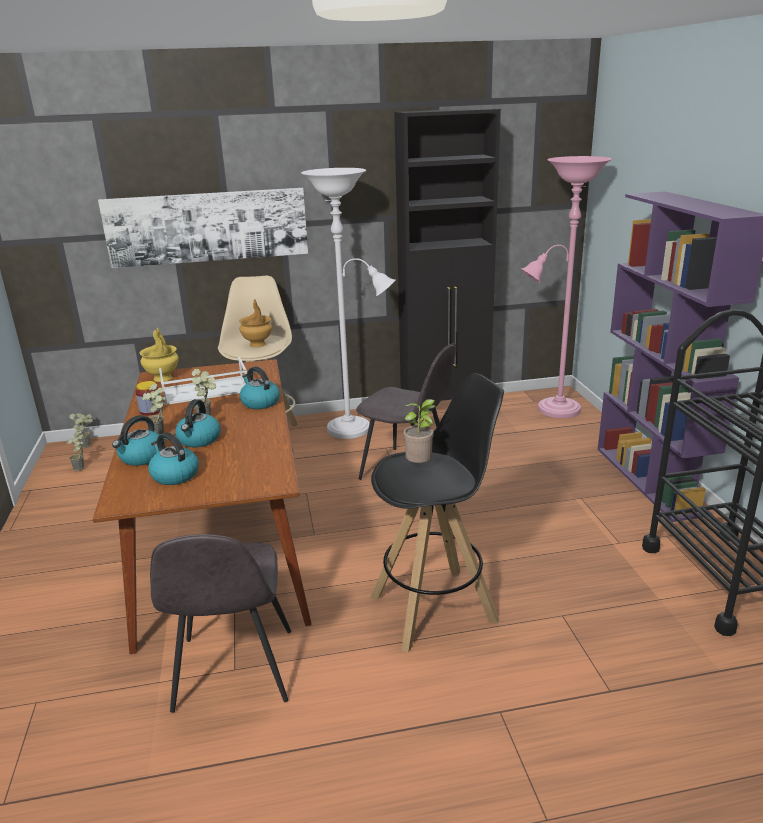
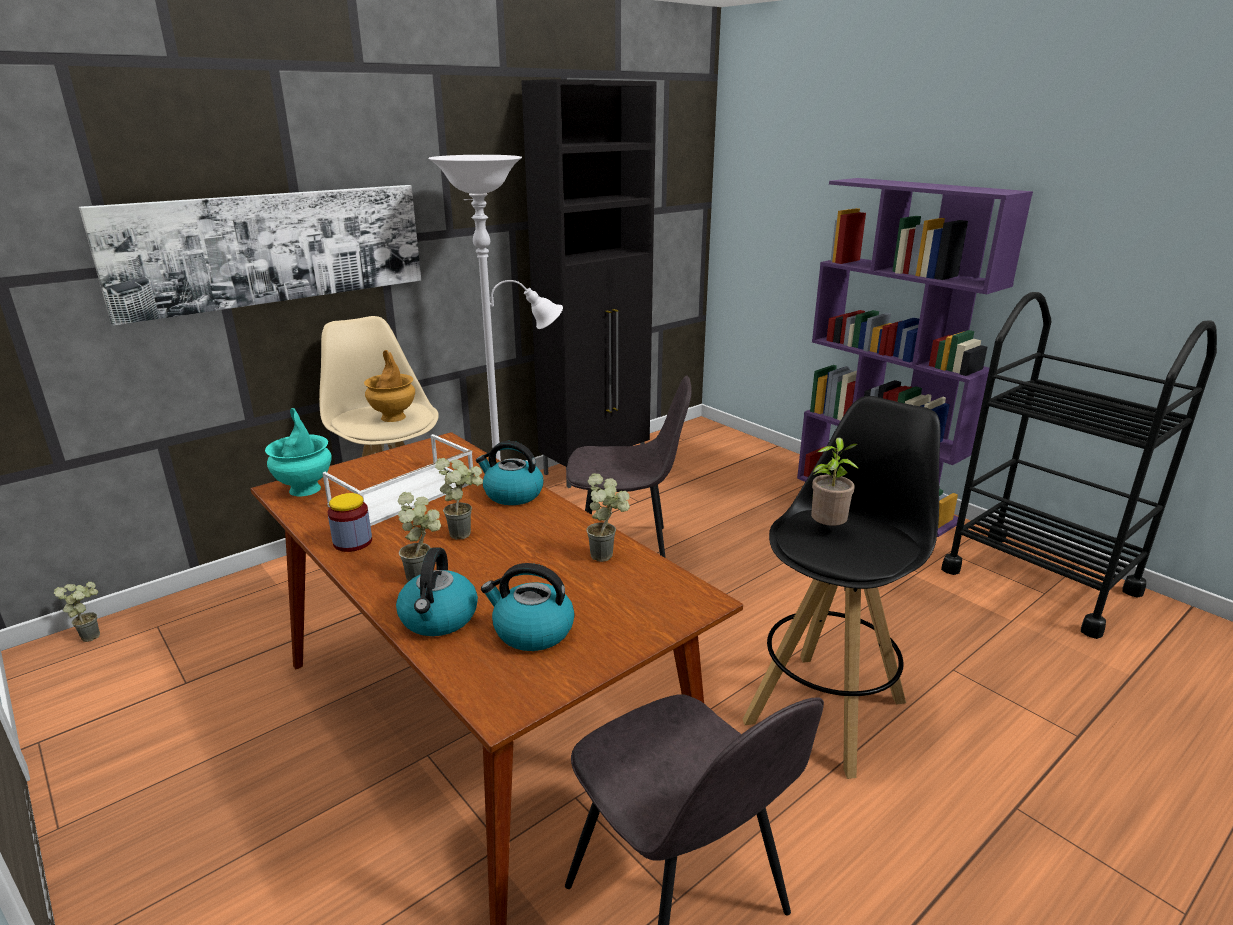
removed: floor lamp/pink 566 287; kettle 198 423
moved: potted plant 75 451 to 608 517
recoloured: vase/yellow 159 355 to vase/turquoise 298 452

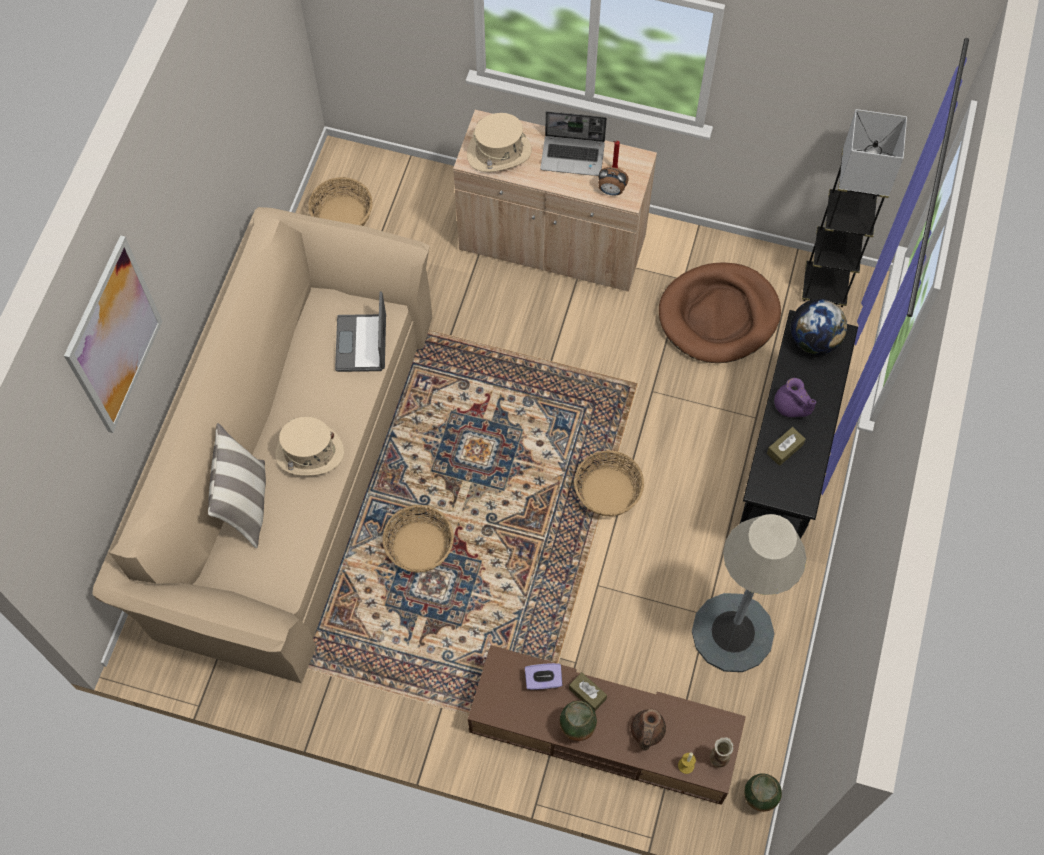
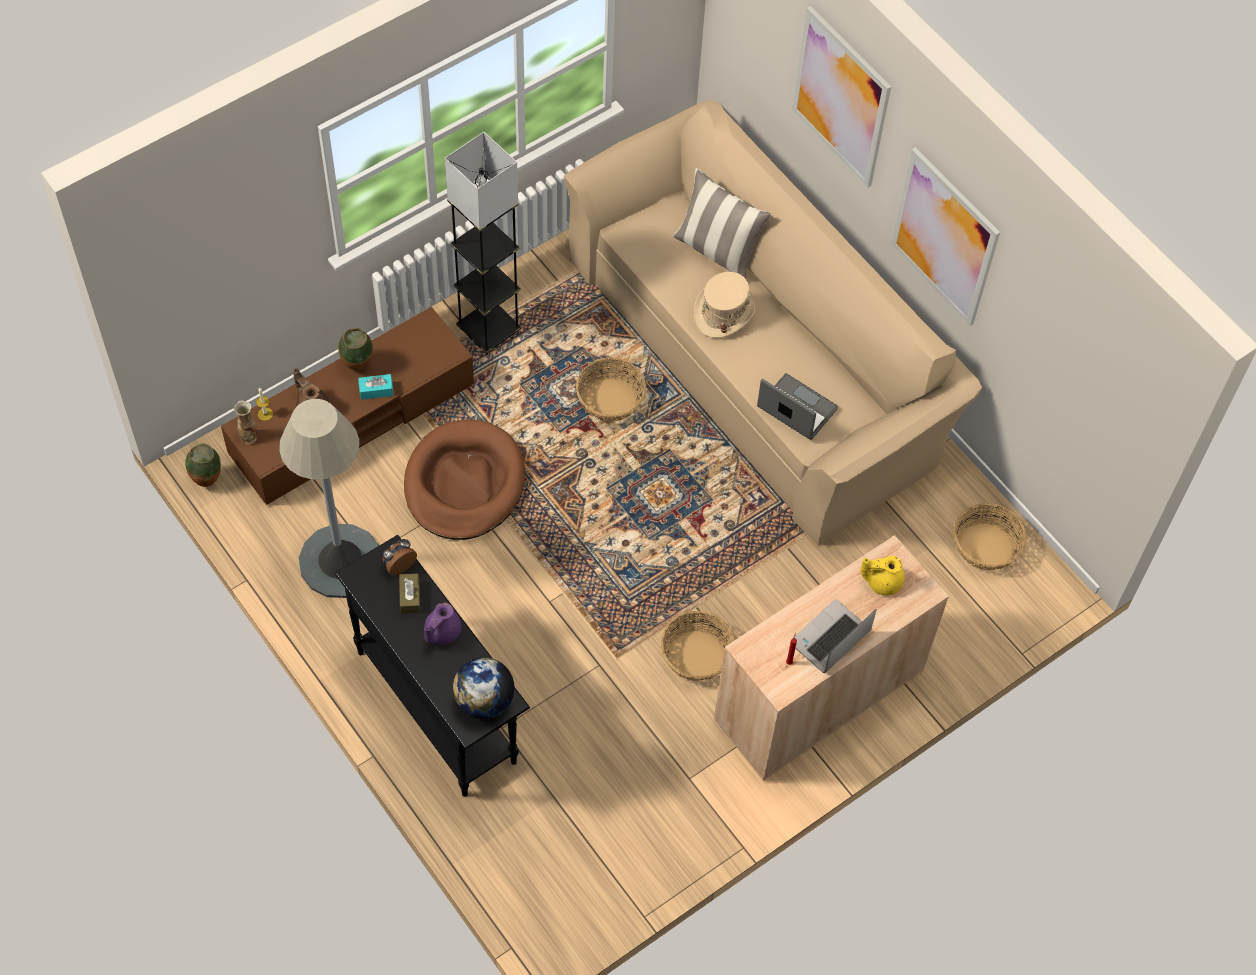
removed: tissue box/purple 543 676
added: picture 945 236
moved: floor lamp/grey 854 208 to 483 243; alarm clock 613 181 to 400 557; dog bed/brown 720 312 to 464 480; basket 609 483 to 698 646
replaced: hat/beige 499 142 to teapot/yellow 882 576
recoloured: tissue box/brown 588 691 to tissue box/turquoise 376 387
turned: teapot/purple 795 397 = 442 623 60 degrees counterclockwise

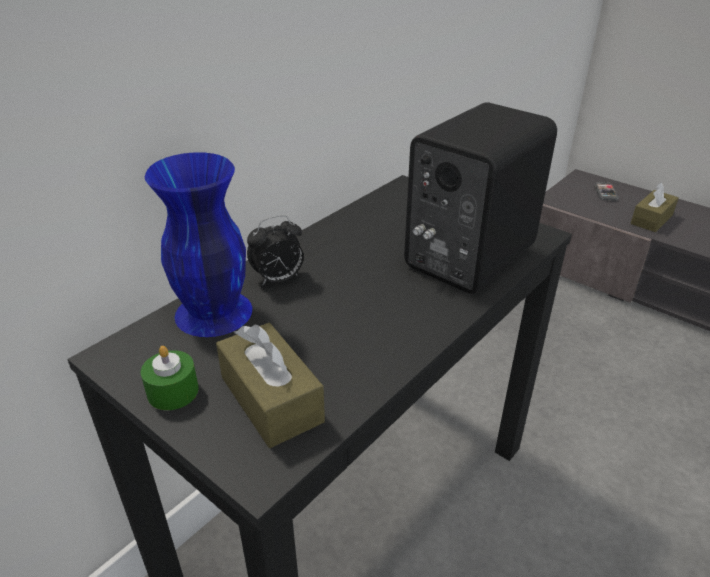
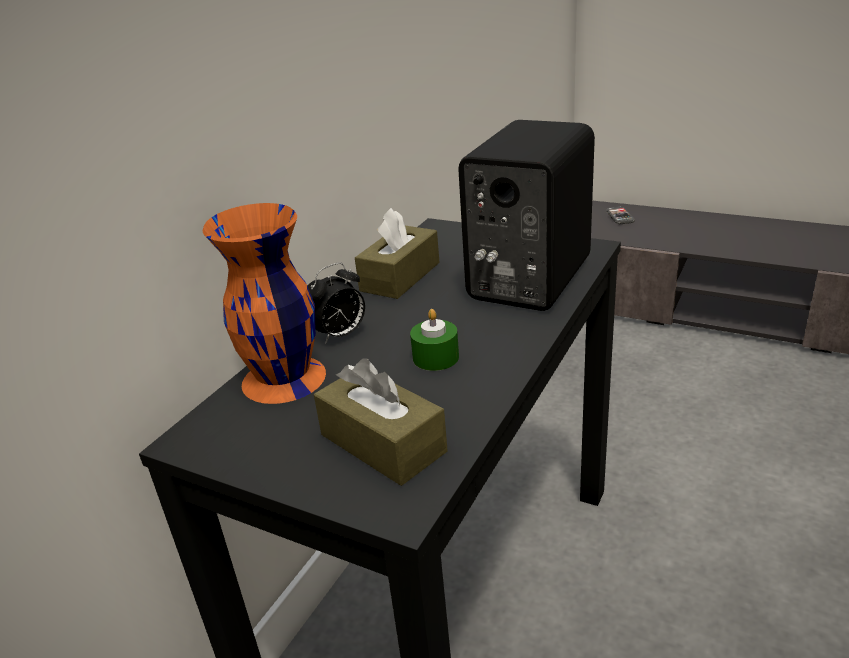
moved: tissue box/brown 655 207 to 397 253; candle/green 170 378 to 434 340
recoloured: vase/blue 198 244 to vase/orange 264 303

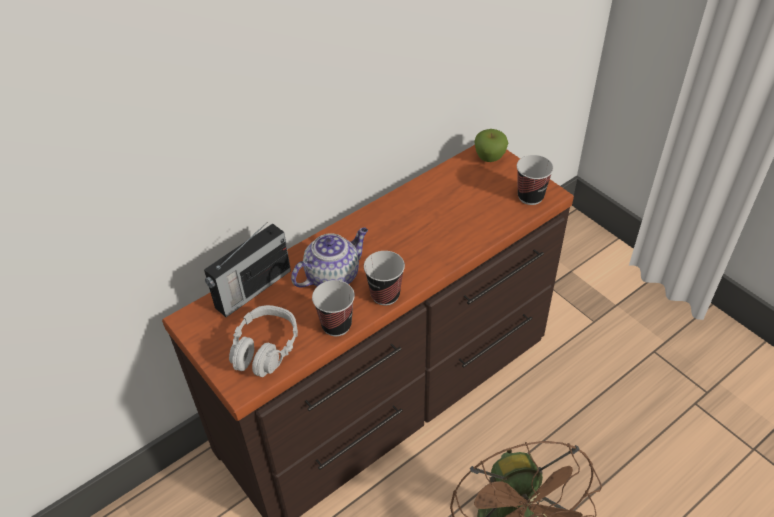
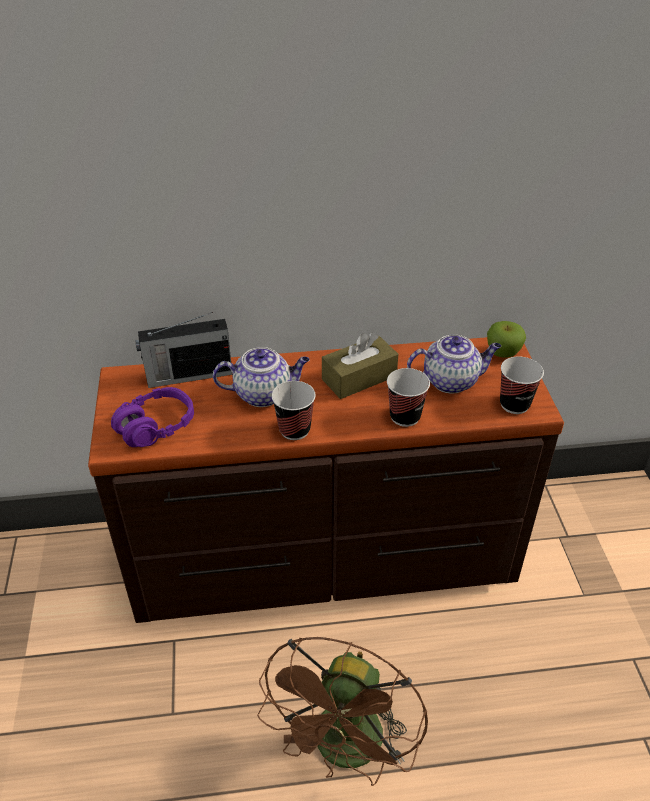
added: tissue box/brown 360 365; teapot 454 364
moved: cup 333 308 to 408 397
recoloured: headphones/grey 263 341 to headphones/purple 152 417

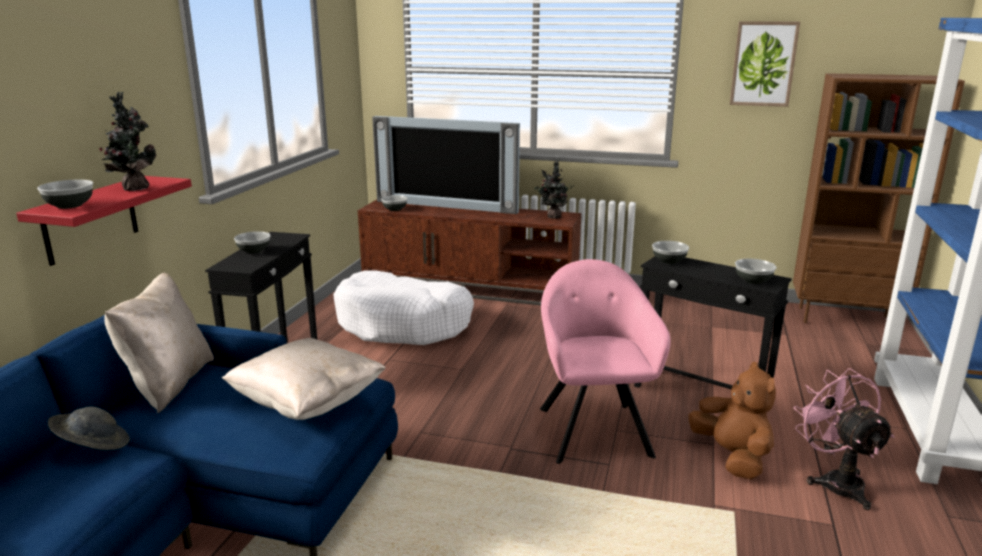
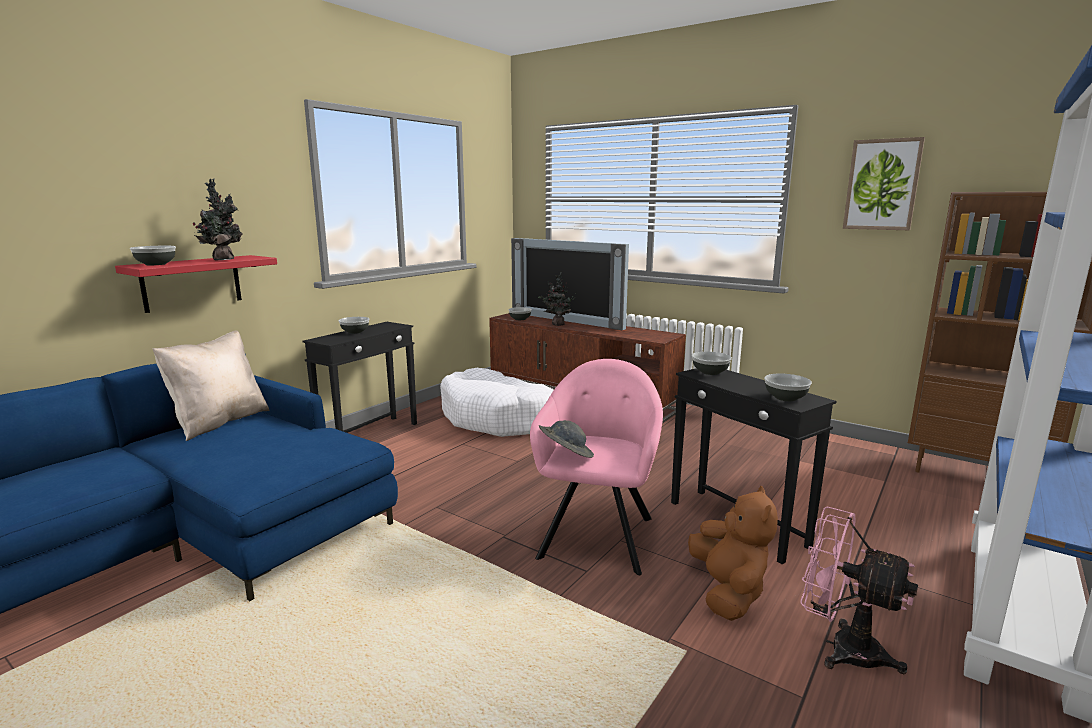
removed: pillow/beige 304 379
moved: potted plant 554 189 to 557 299; hat/grey 89 428 to 566 439
turned: fan/pink 844 439 = 859 590 60 degrees counterclockwise

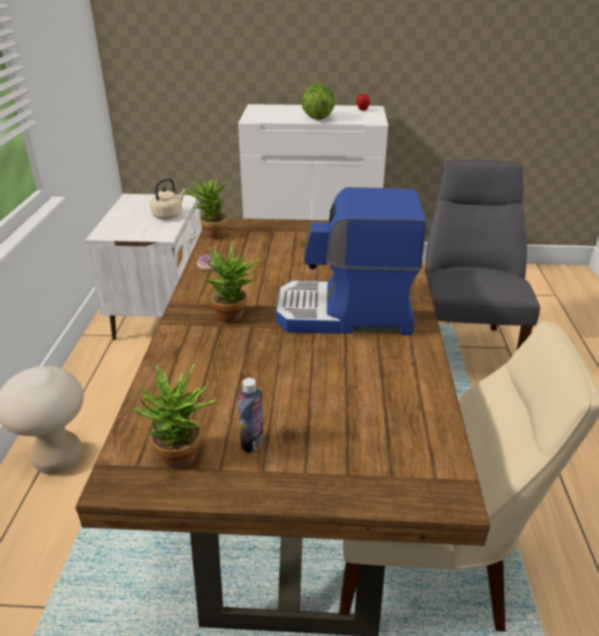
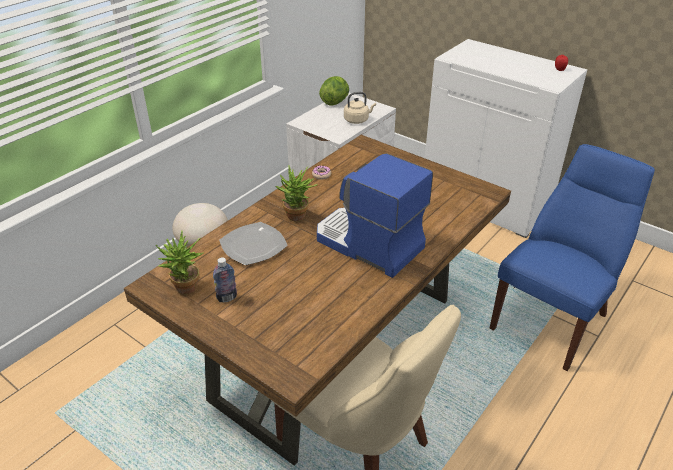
removed: potted plant 205 206
added: plate 253 243
moved: lettuce 318 101 to 334 91
recoloured: chair/grey 482 255 to chair/blue 572 257

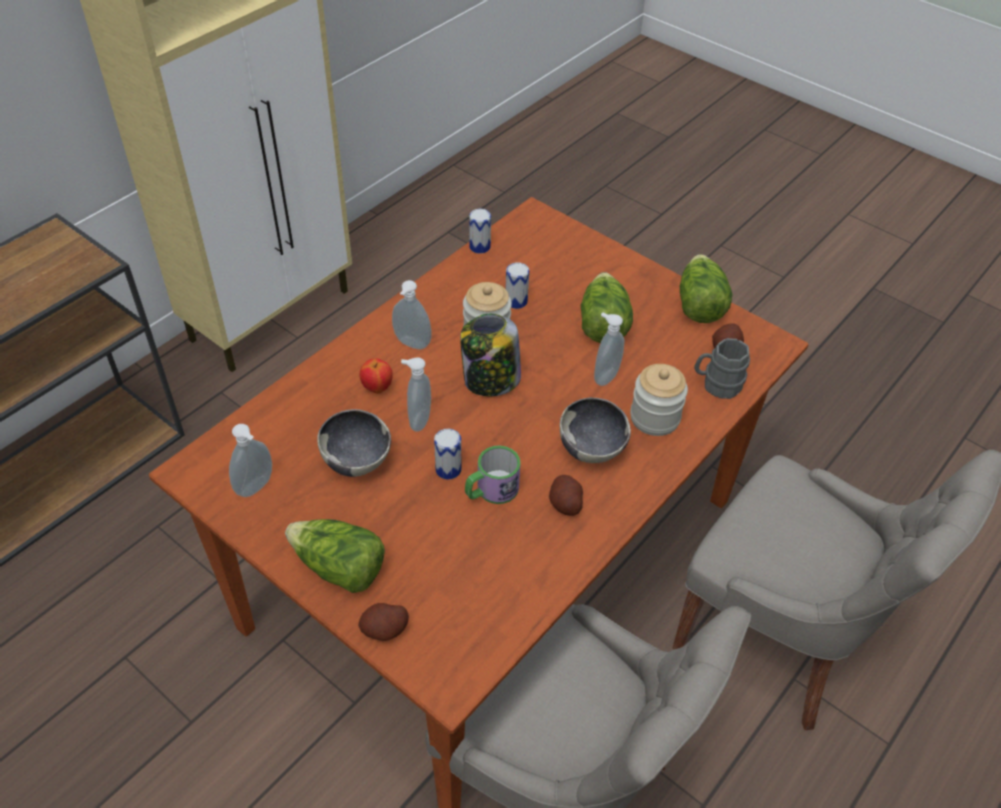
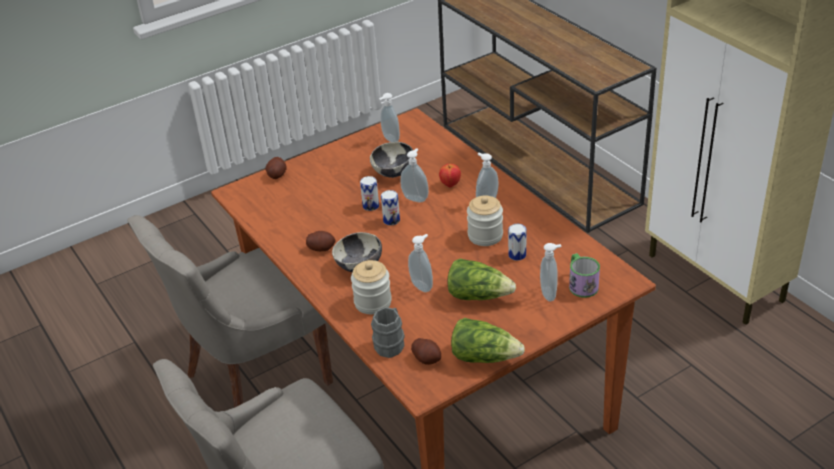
removed: jar 490 355; lettuce 335 556
added: soap dispenser 550 272
moved: can 480 231 to 390 207; mug 493 474 to 584 275

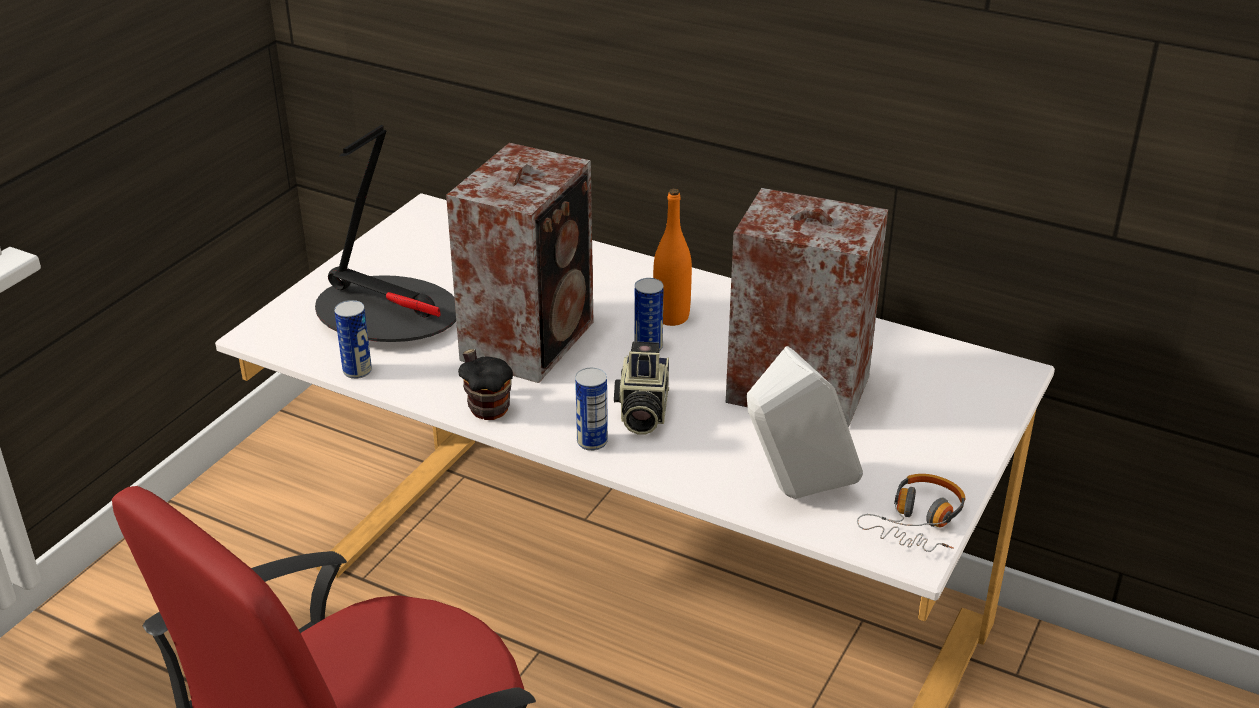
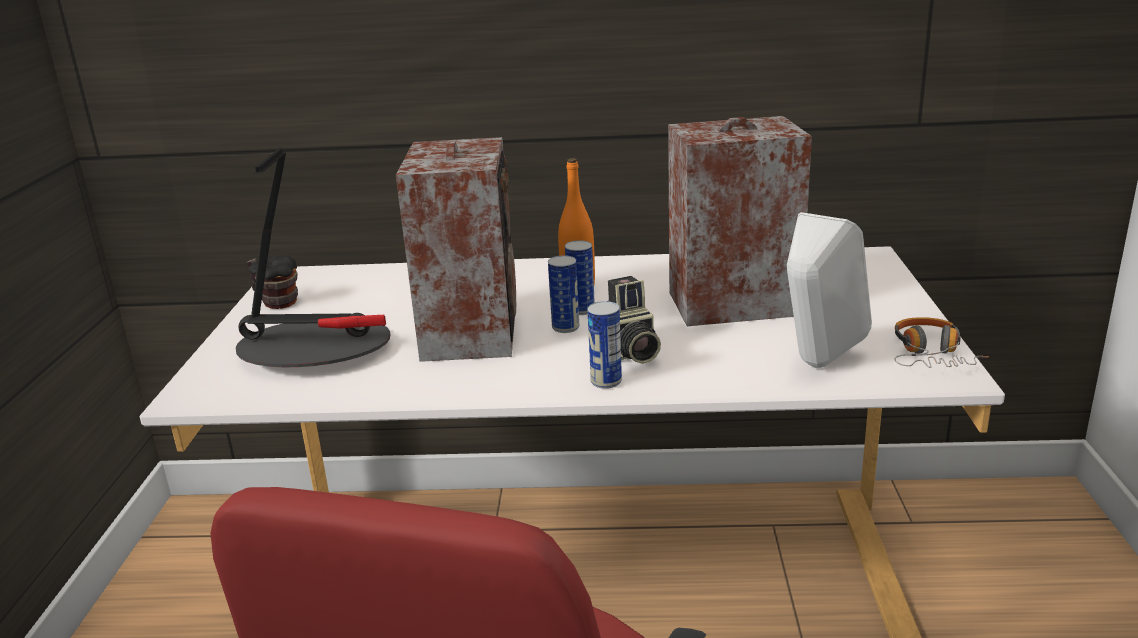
moved: can 353 339 to 564 294; mug 485 384 to 272 282

